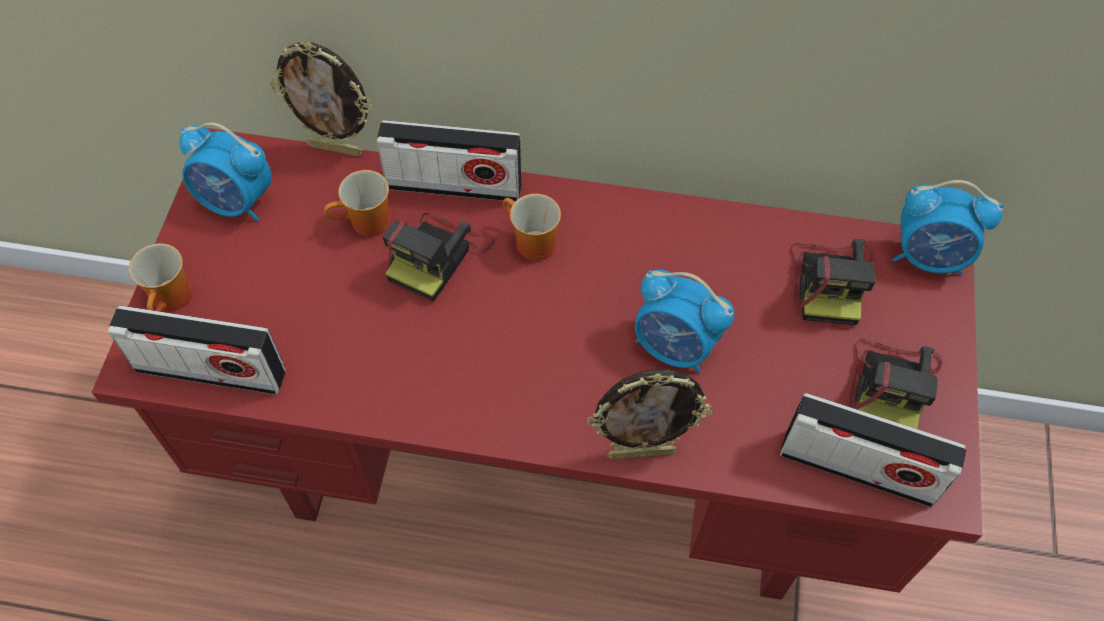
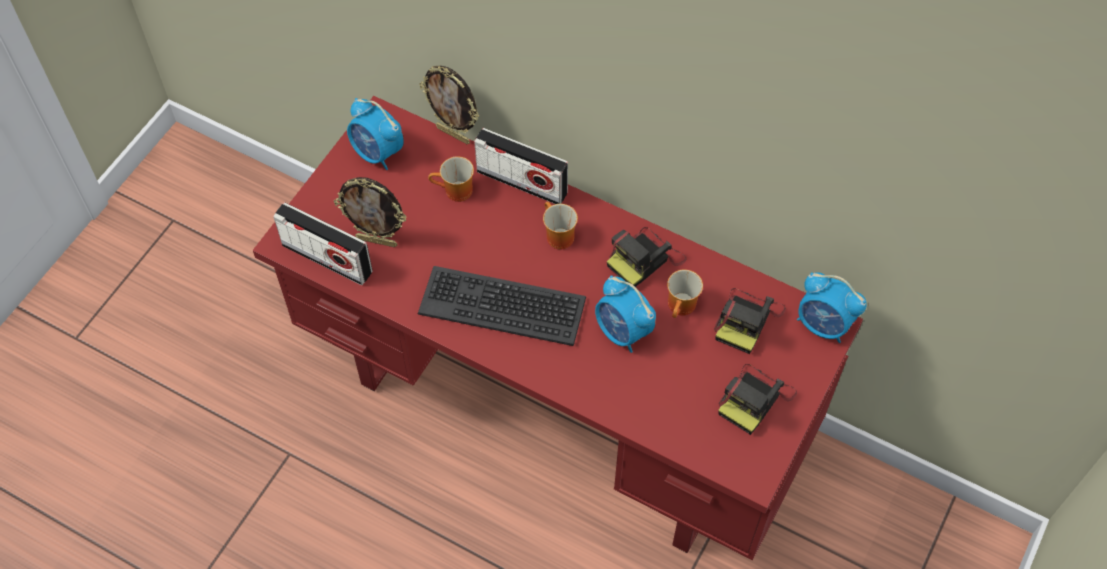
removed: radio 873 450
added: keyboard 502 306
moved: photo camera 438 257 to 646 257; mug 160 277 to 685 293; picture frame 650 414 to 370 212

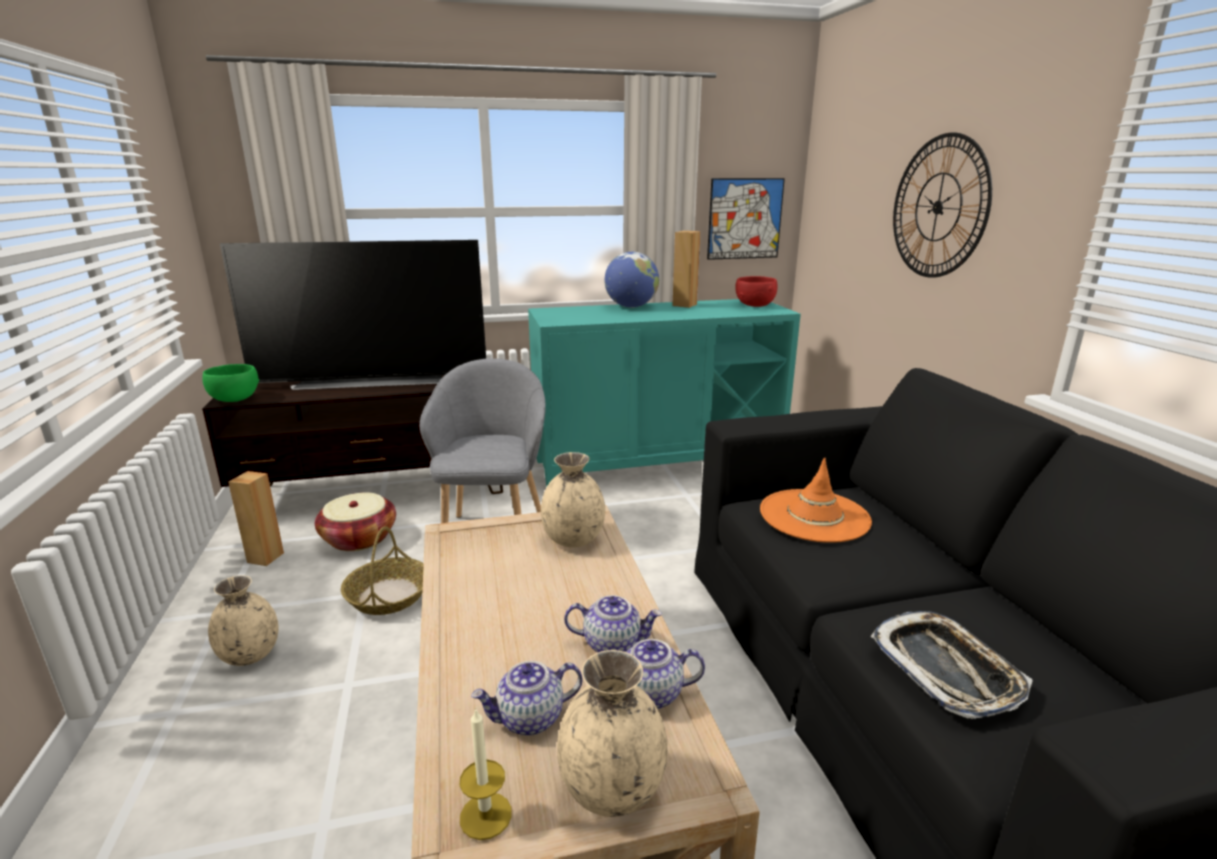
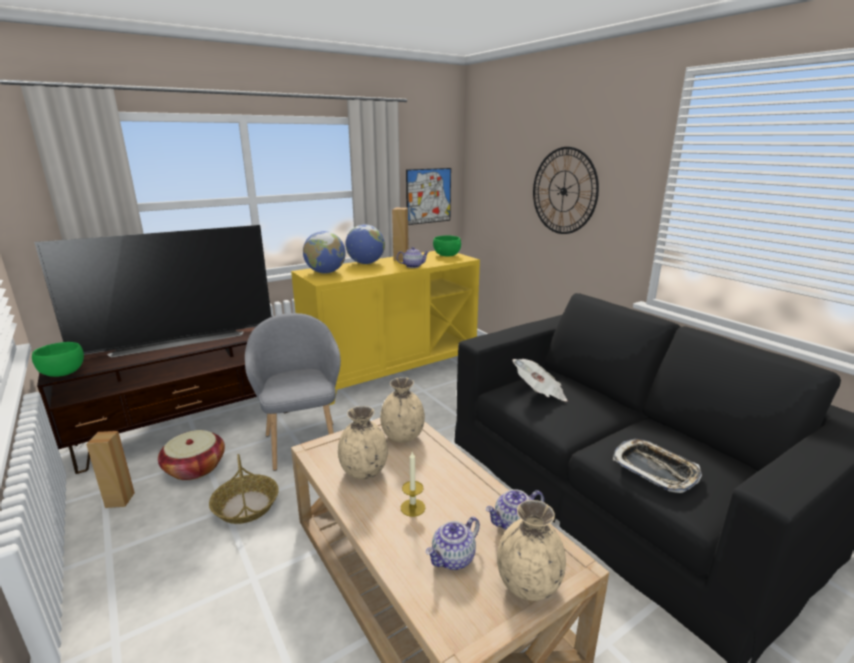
added: globe 324 252
moved: vase/beige 243 620 to 363 443; teapot 613 624 to 412 257; candle 486 774 to 413 484
replaced: hat/orange 816 500 to newspaper 540 380
recoloured: bowl/red 756 291 to bowl/green 447 246; cabinet/turquoise 664 393 to cabinet/yellow 385 328

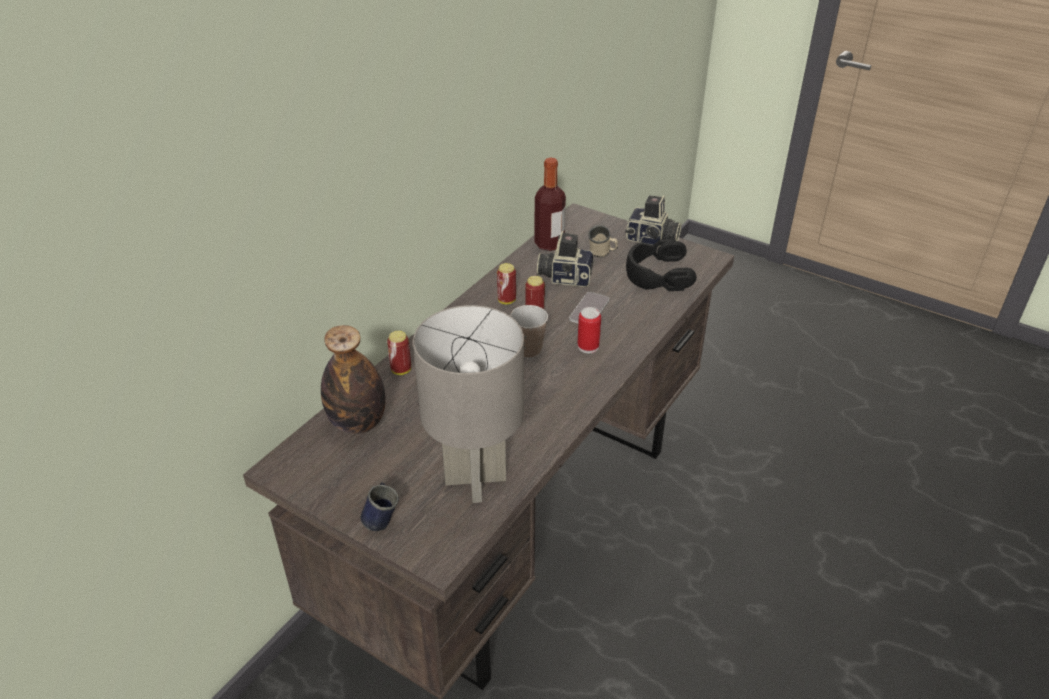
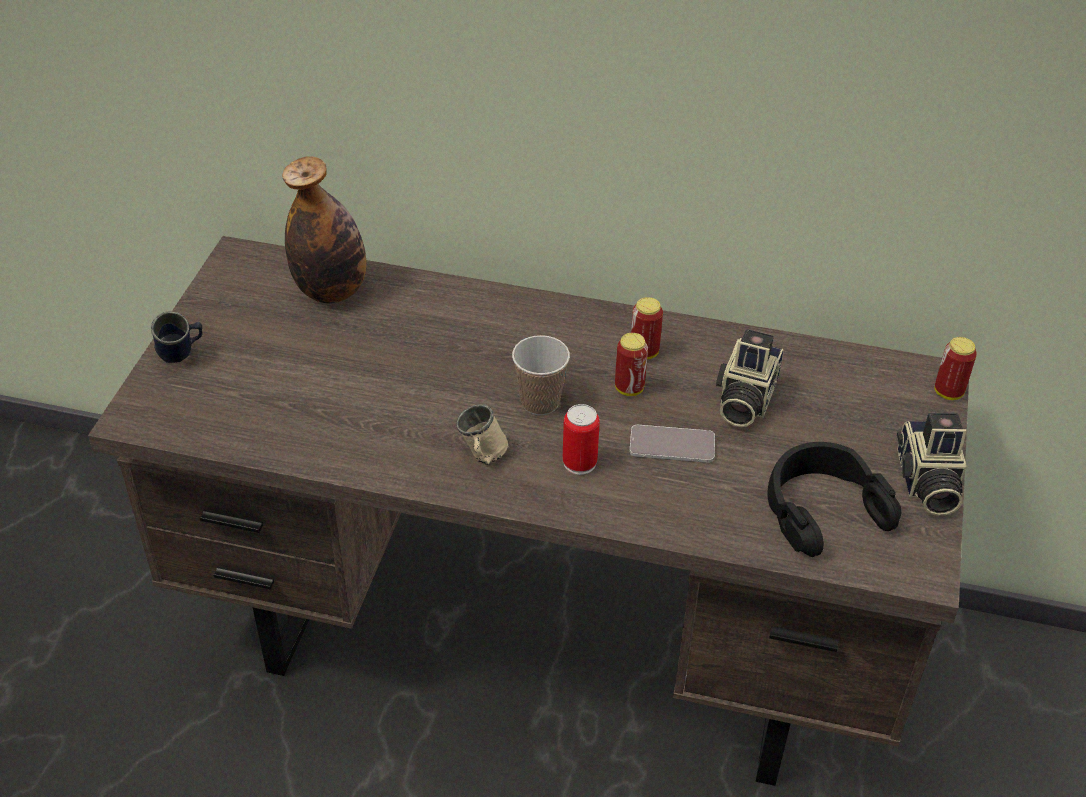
removed: bottle 550 204; table lamp/grey 468 404
moved: mug/beige 603 241 to 482 434; can 399 353 to 956 368
turned: photo camera 565 259 = 750 378 150 degrees counterclockwise

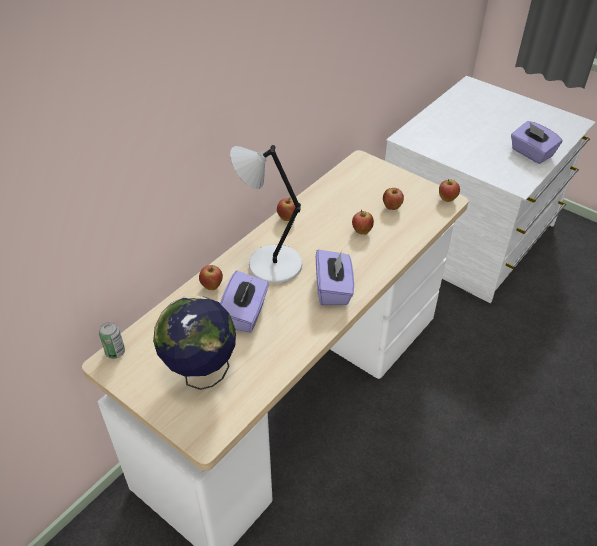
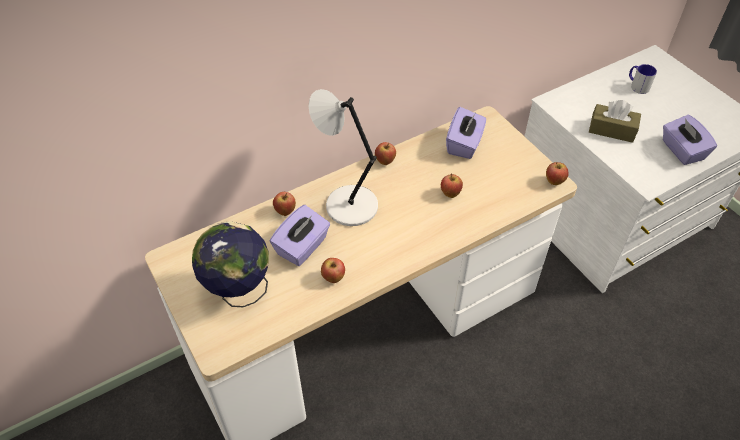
removed: can 112 340
added: mug 643 79; tissue box/brown 615 121
moved: apple 393 199 to 333 270; tissue box/purple 335 277 to 466 133

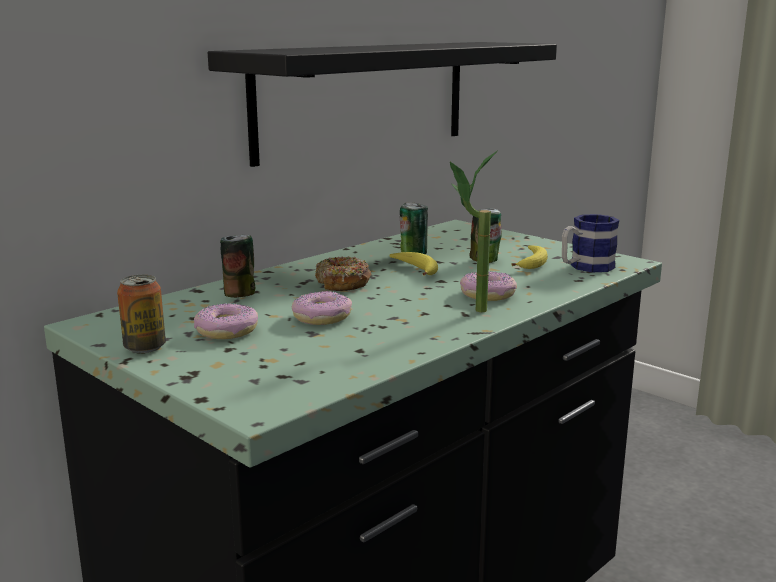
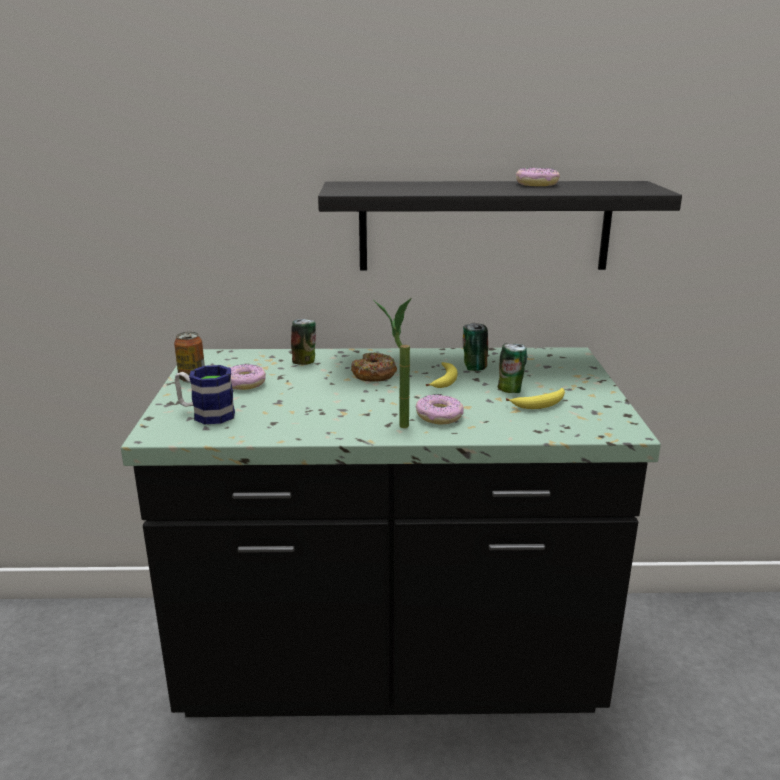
moved: mug 590 243 to 204 394; donut 322 308 to 538 177

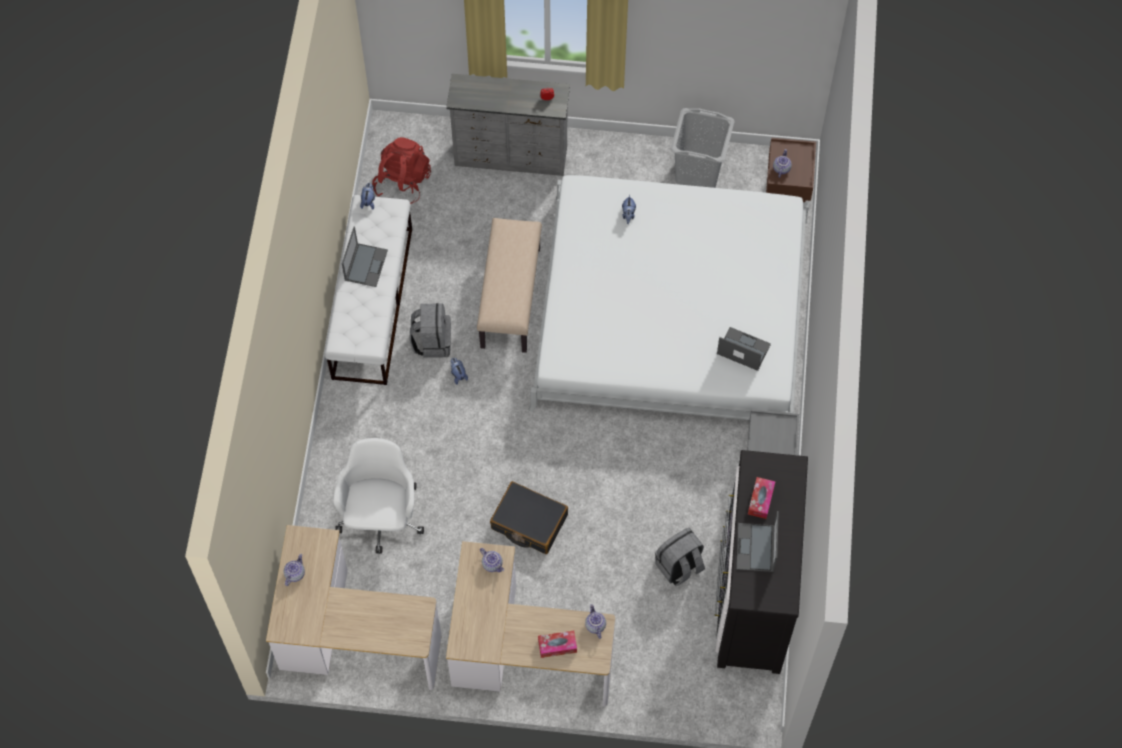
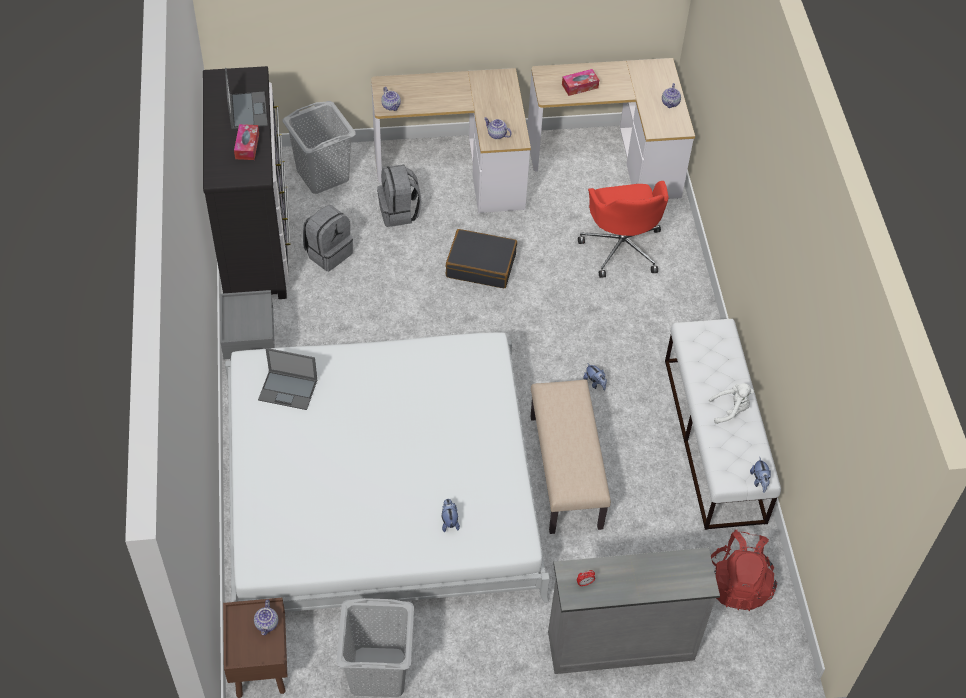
added: laundry basket/grey 319 147
moved: backpack/grey 430 330 to 399 195; tissue box 557 644 to 580 82
replaced: laptop 365 257 to plush toy/white 731 403
recoloured: office chair/white 379 496 to office chair/red 623 229

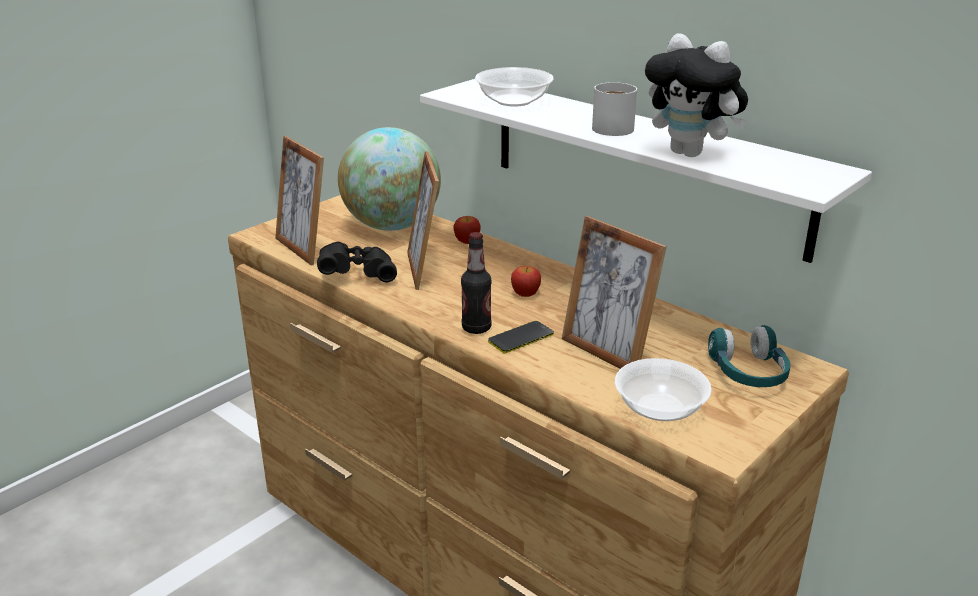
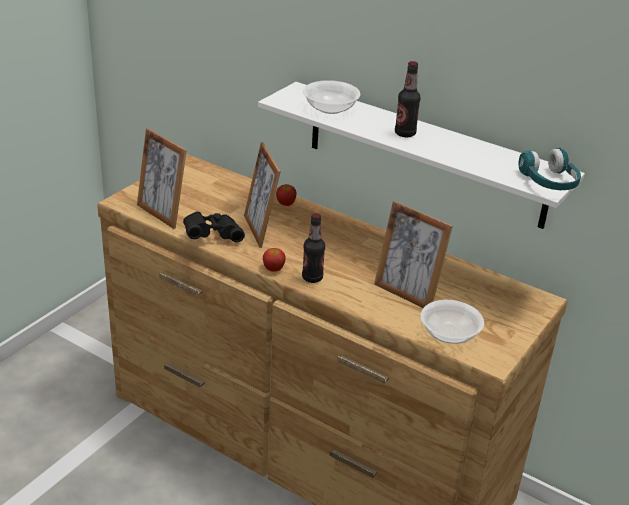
removed: plush toy 696 95; globe 389 179; phone 521 337
moved: apple 526 281 to 274 260; headphones/turquoise 749 356 to 549 169
replaced: mug/white 614 109 to bottle 408 99

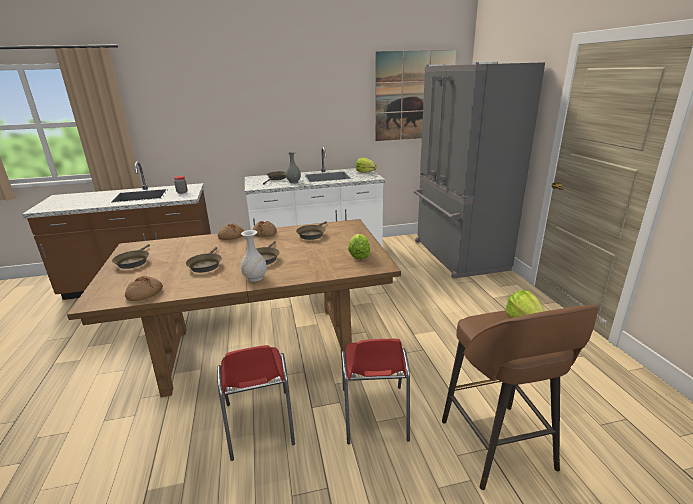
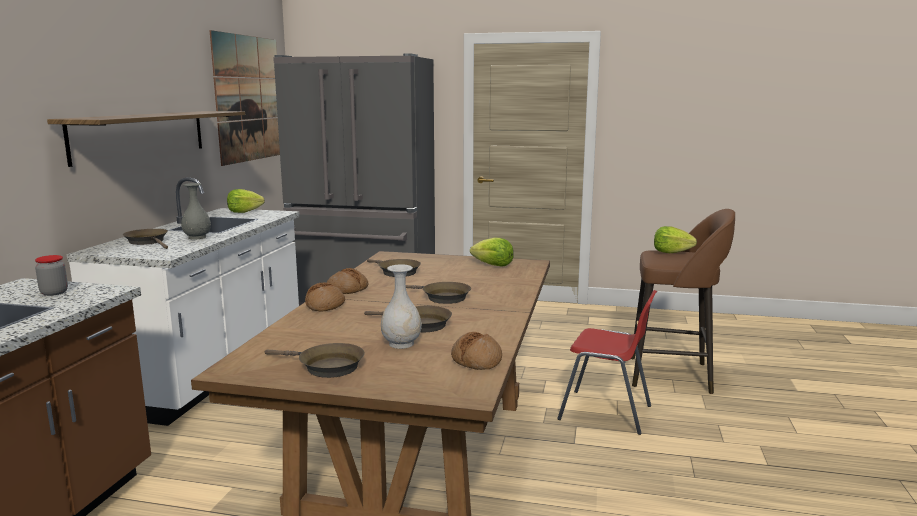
removed: chair/red 256 403
added: shelf 146 139
moved: vase/white 254 256 to 401 306

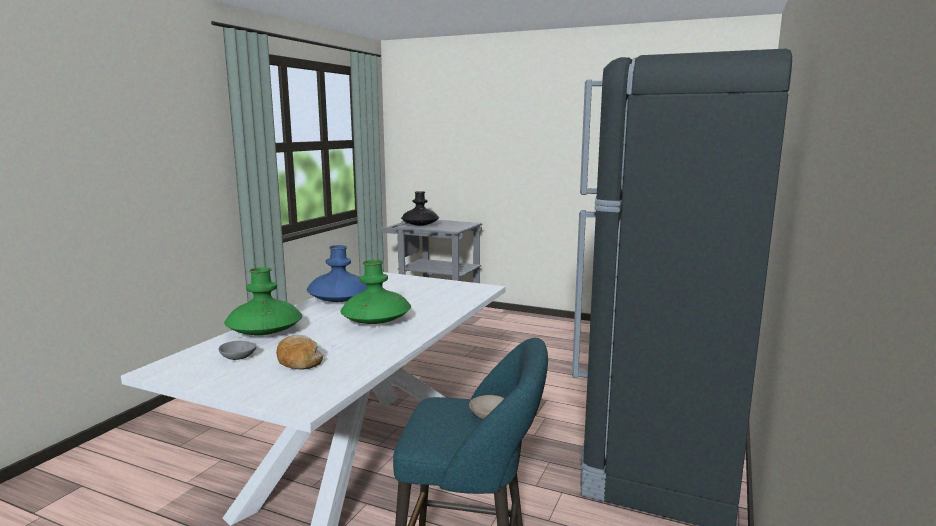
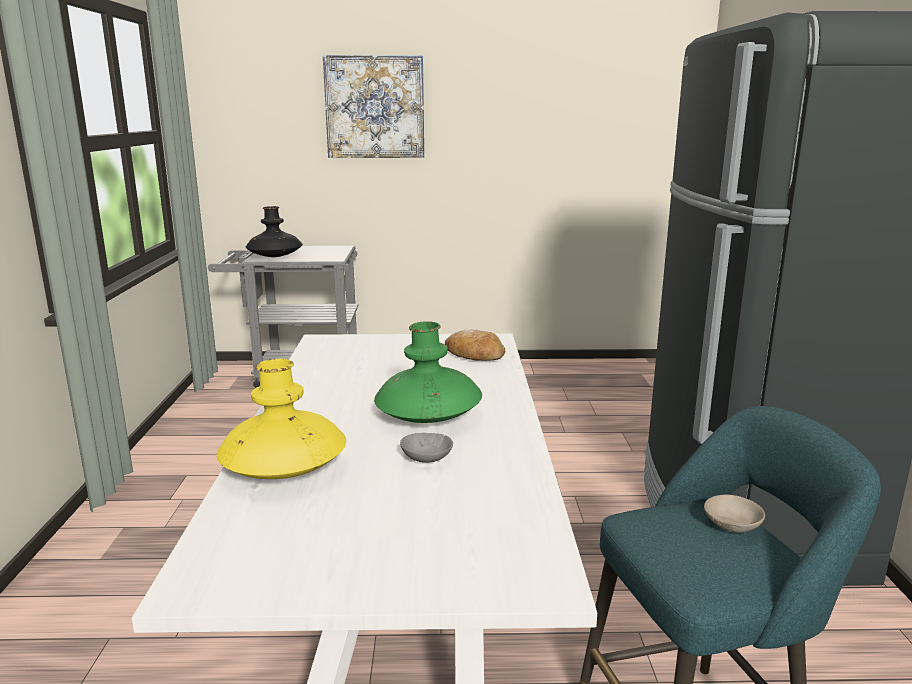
removed: vase/blue 337 273
added: picture 373 106
moved: bread 299 352 to 475 345; bowl/grey 237 350 to 426 448
recoloured: vase/green 263 301 to vase/yellow 281 419

